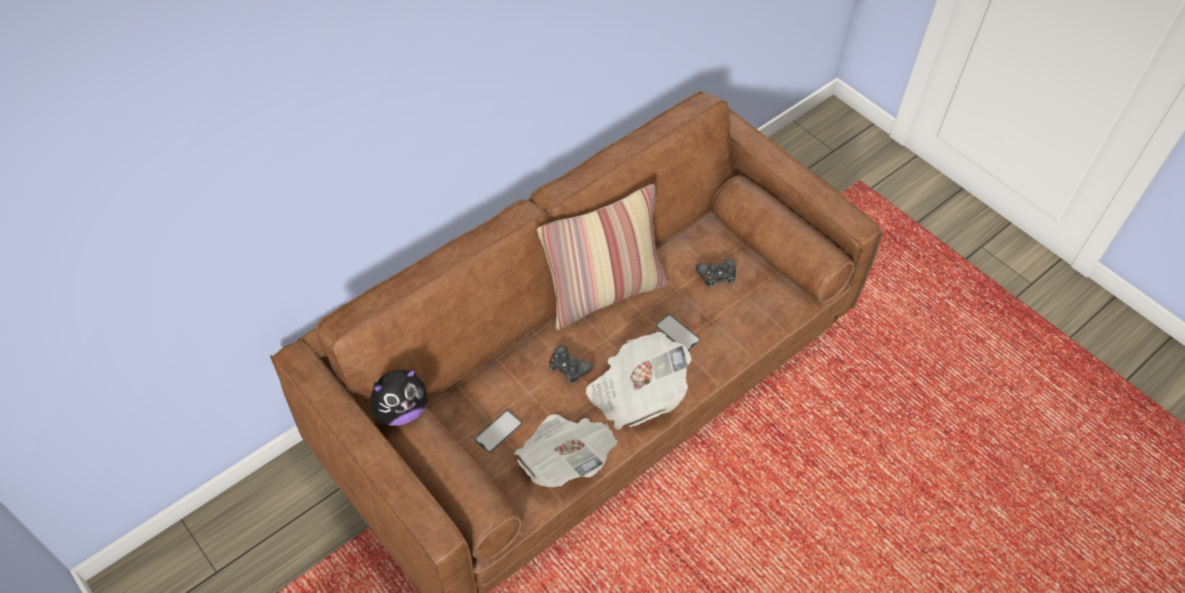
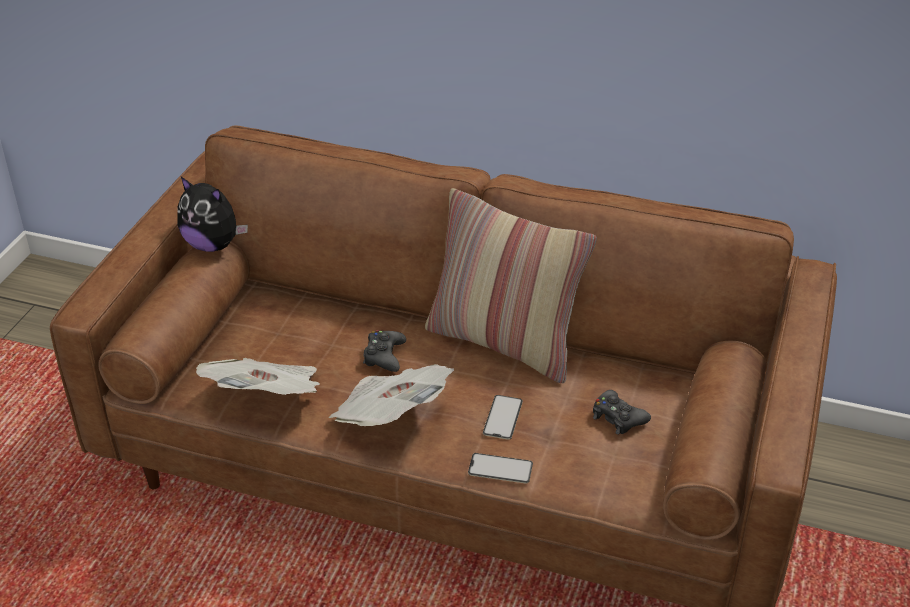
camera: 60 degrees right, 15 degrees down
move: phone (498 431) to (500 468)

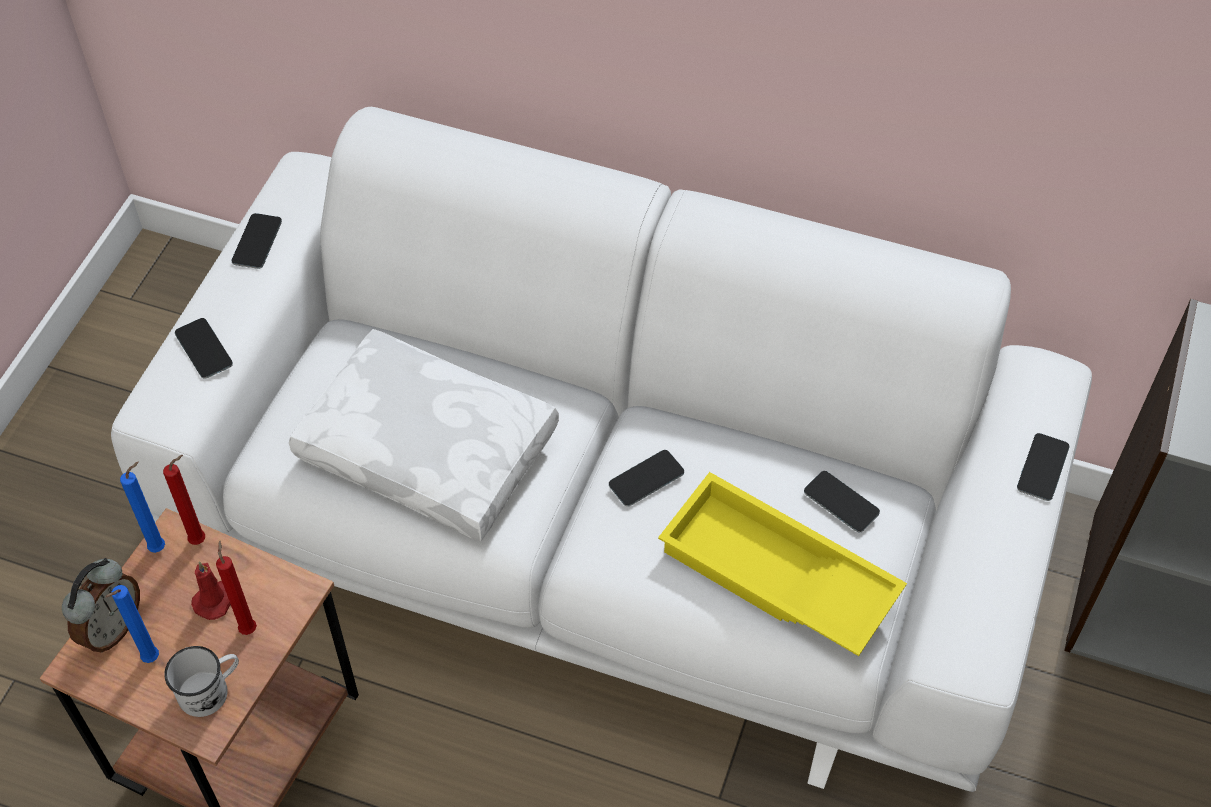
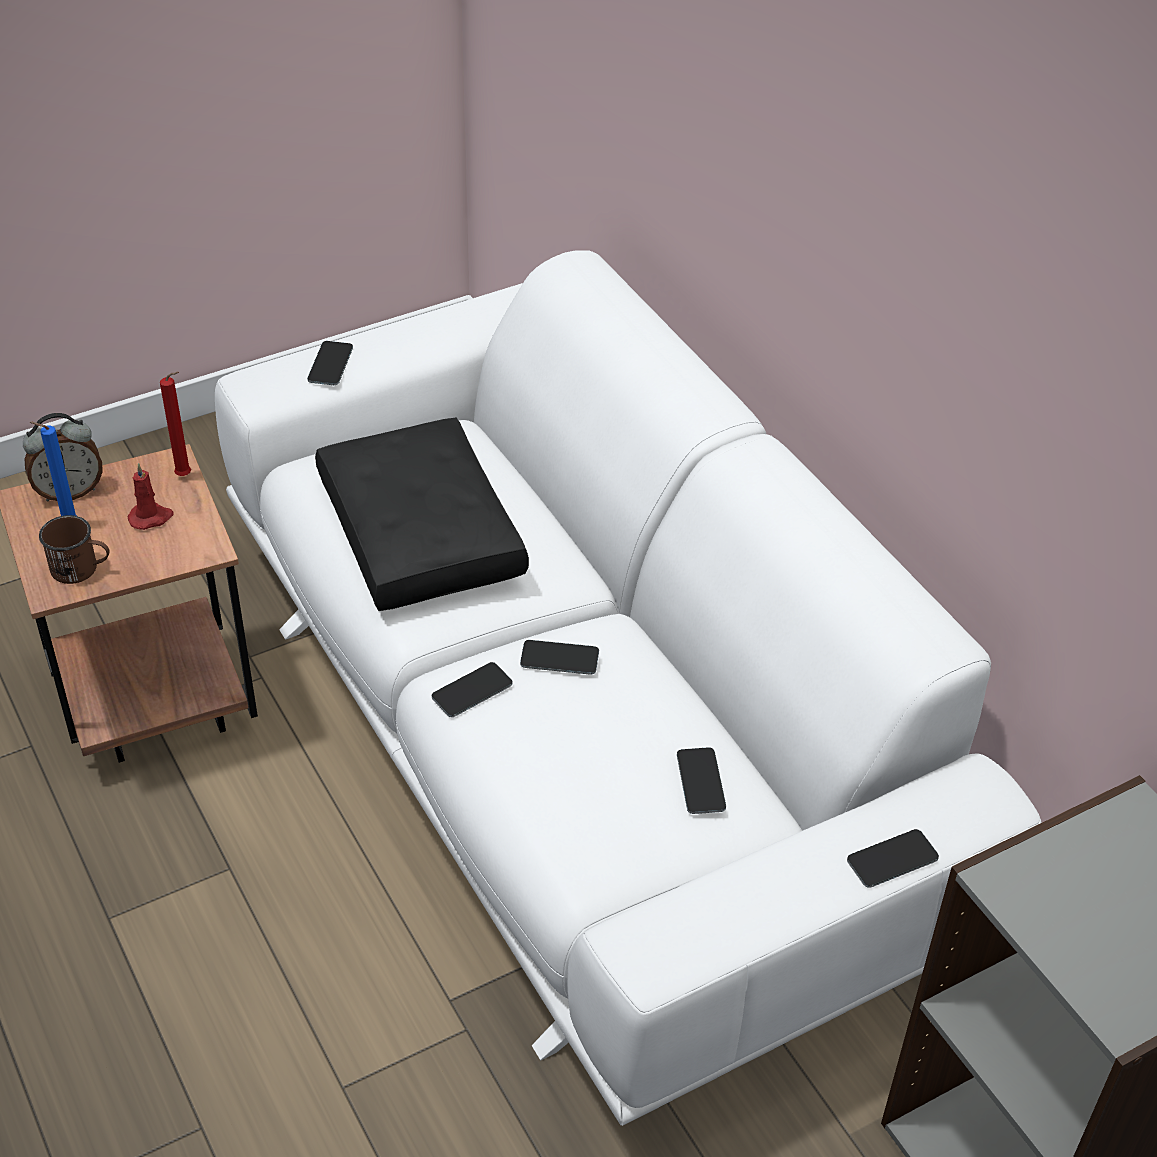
camera: 40 degrees right, 10 degrees down
delete: blue candle (160 547); yellow tray (774 577); red candle (248 627)
move: phone (257 241) to (472 690)
recolor: white pillow (431 447) to black pillow (424 533); white mug (211 690) to brown mug (81 569)

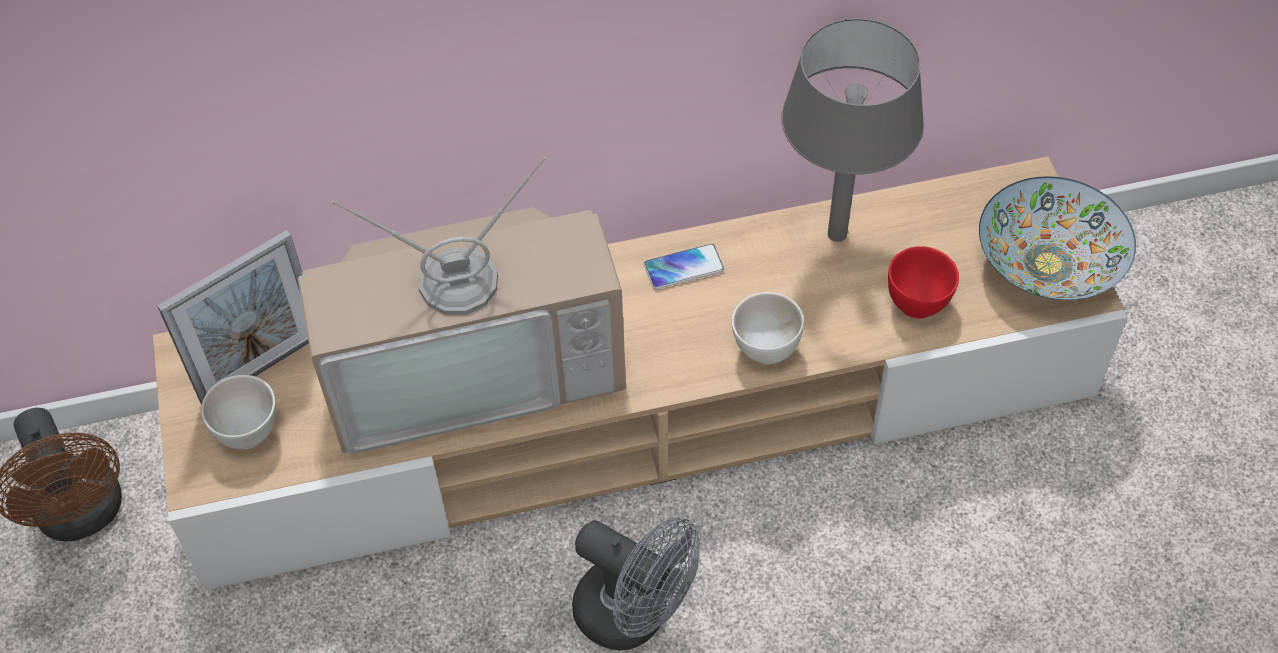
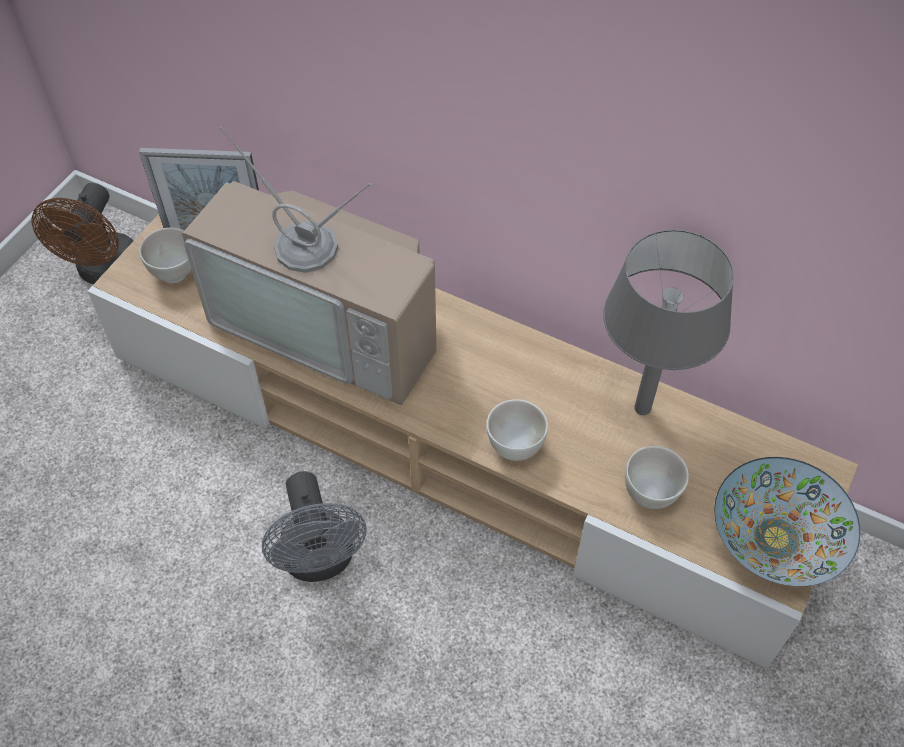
camera: 40 degrees right, 0 degrees up
delete: phone (684 267)
recolor: red bowl (917 303) to white bowl (650 493)

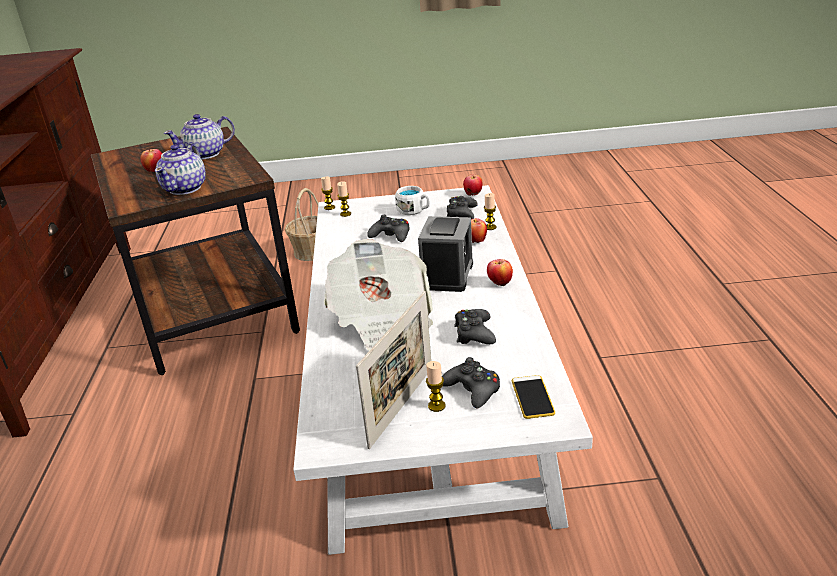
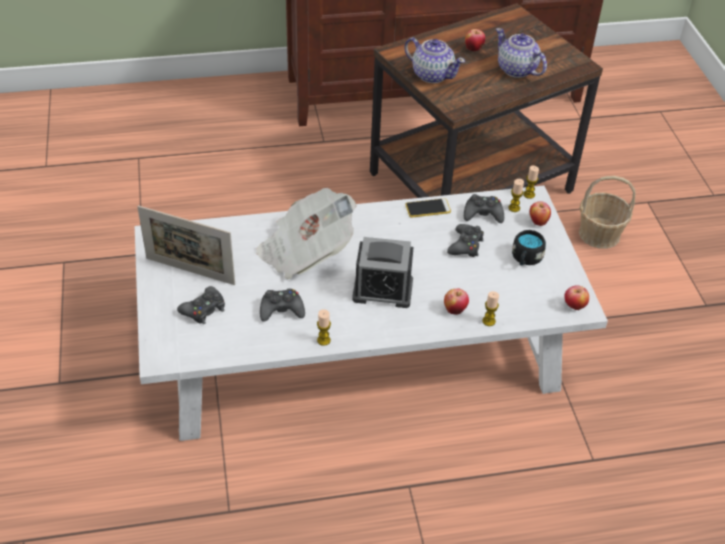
camera: 80 degrees right, 15 degrees up
move: black game controller (461 214) to (483 214); apple (500 284) to (538 222); candle (436 406) to (323 340); phone (532 397) to (428 208)
recolor: white mug (414 211) to black mug (525 259)
rotate: teapot (185 188) = (432 75) 150 degrees counterclockwise

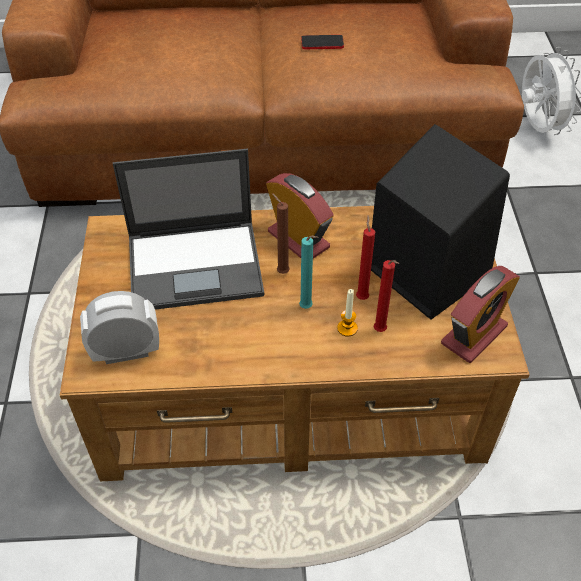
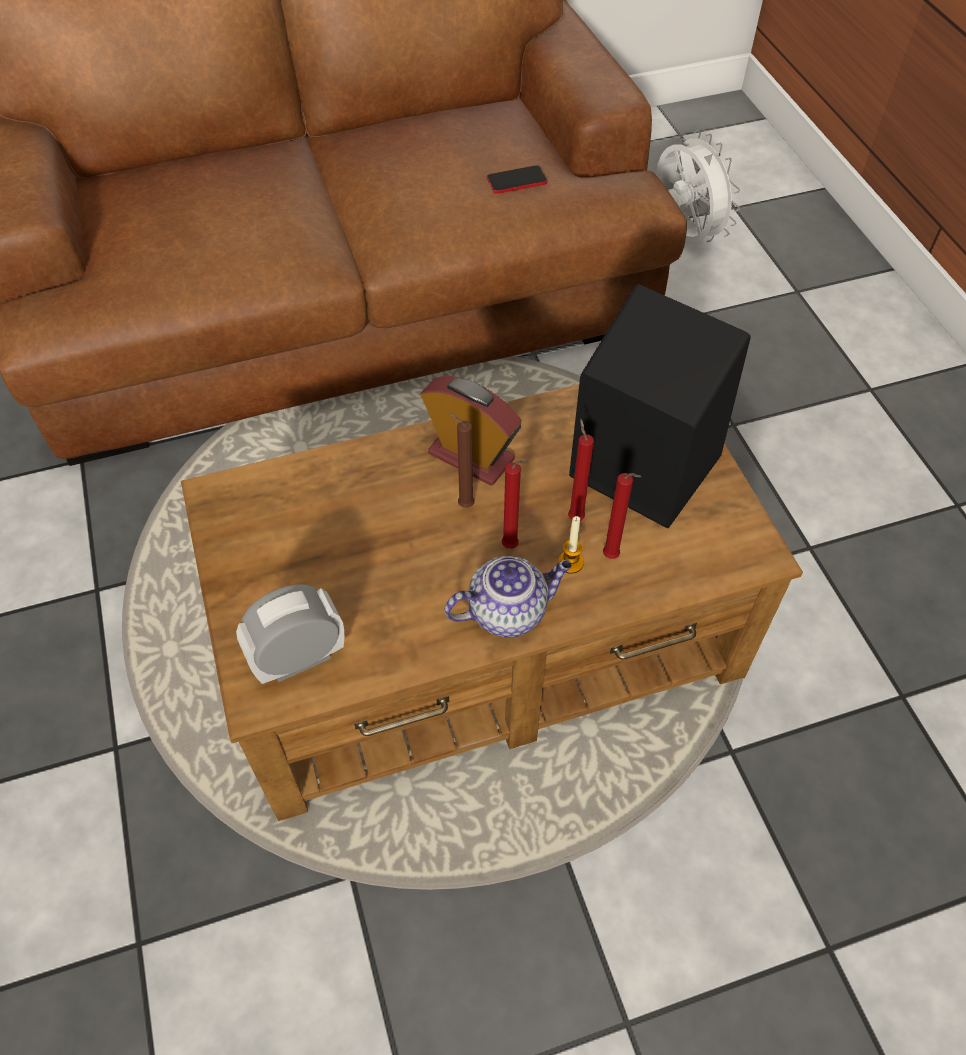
camera: 15 degrees left, 5 degrees up
delete: laptop (196 265); alarm clock (474 335)
insert: teapot (508 611)
move: phone (322 43) to (516 181)
recolor: turquoise candle (307 308) to red candle (512 546)

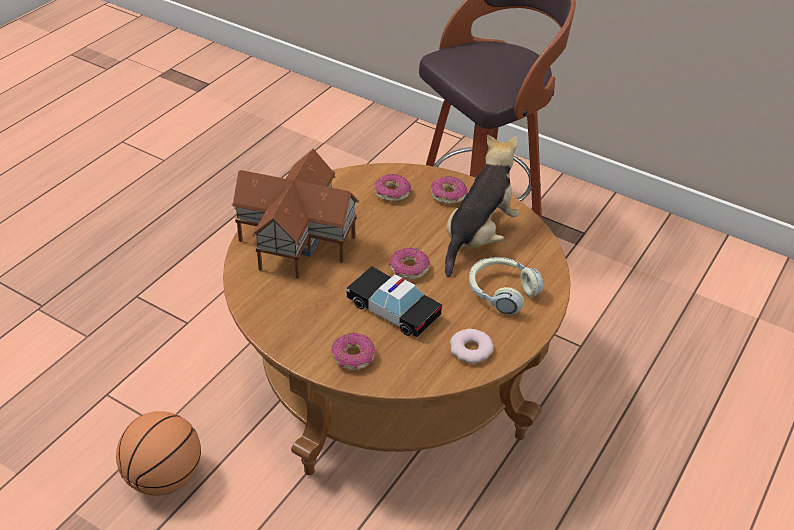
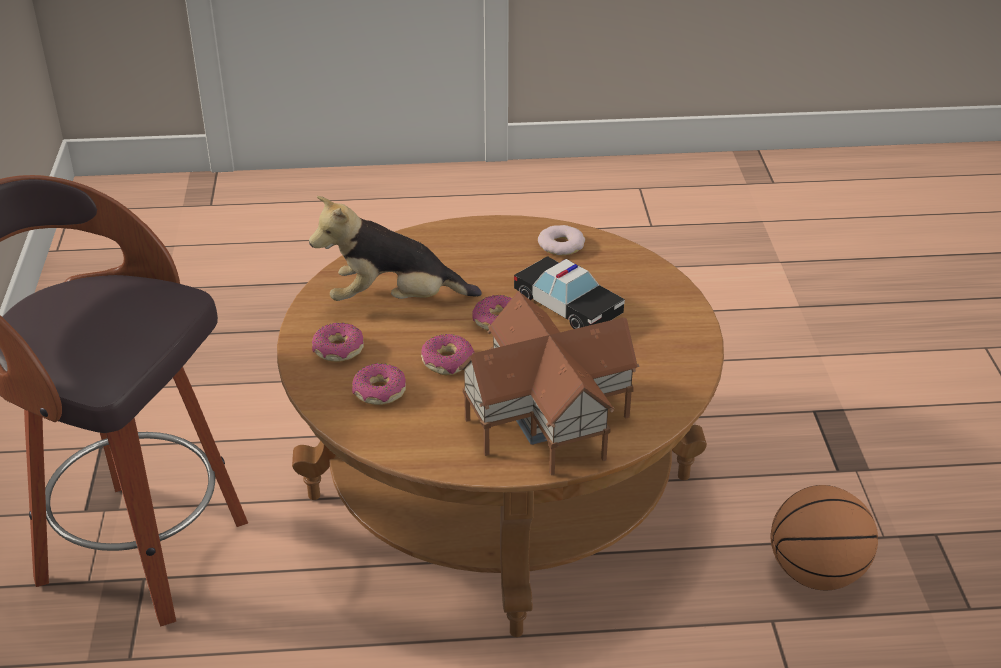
camera: 125 degrees left, 5 degrees down
delete: headphones (501 292)
move: donut (353 357) to (447 361)
rotate: toy car (393 309) = (567 305) 45 degrees counterclockwise

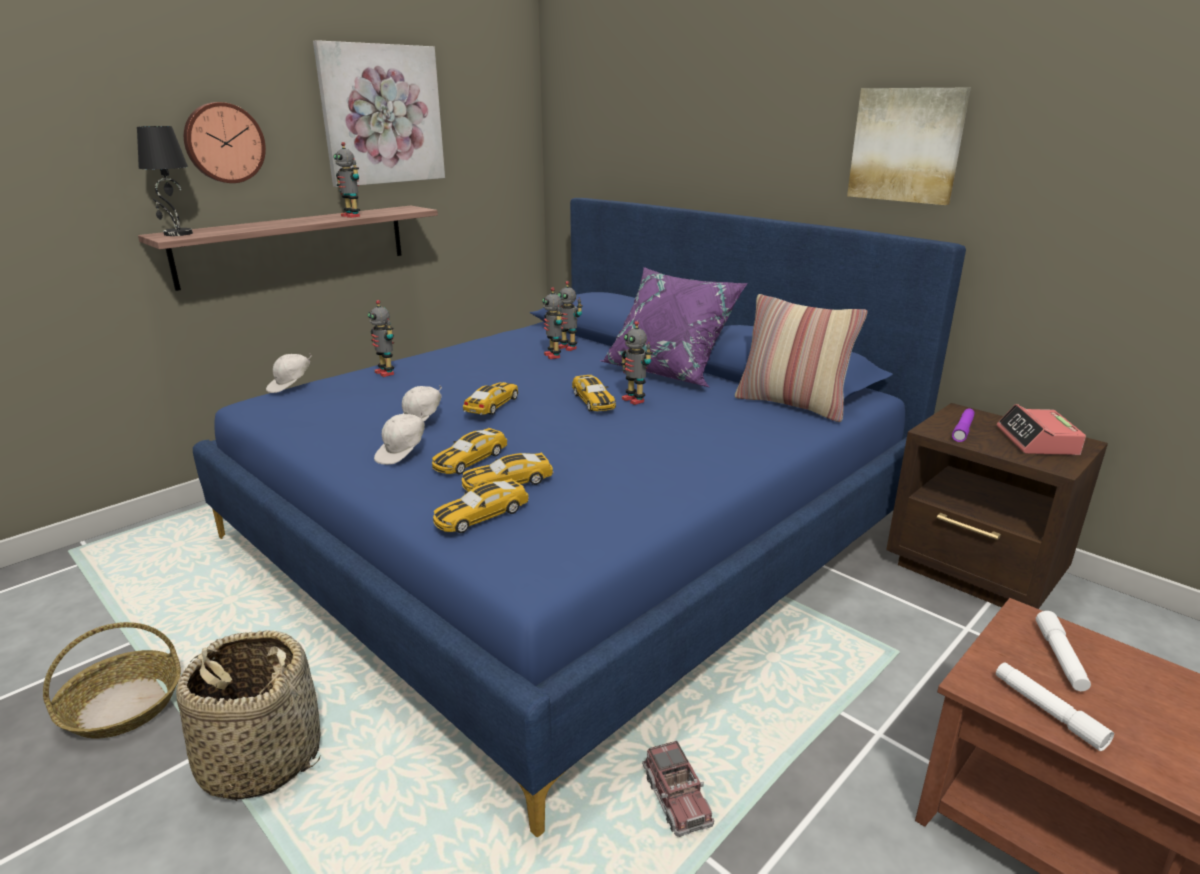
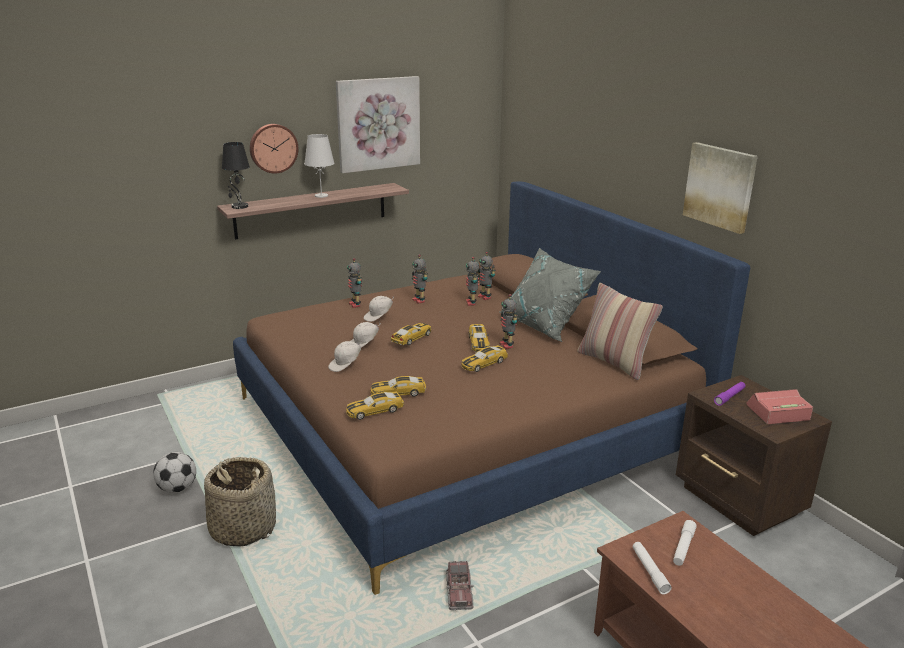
camera: 15 degrees right, 0 degrees up
insert: white table lamp (321 195)
move: toy robot (352 216) to (419 300); white cap (291 386) to (379 317); toy car (470 460) to (483 364)
replace: basket (122 706) to football (177 489)
recolor: blue bed (571 530) to brown bed (464 427); purple pillow (669 371) to grey pillow (545 325)
rotate: alarm clock (1037 441) = (777 413) 60 degrees clockwise

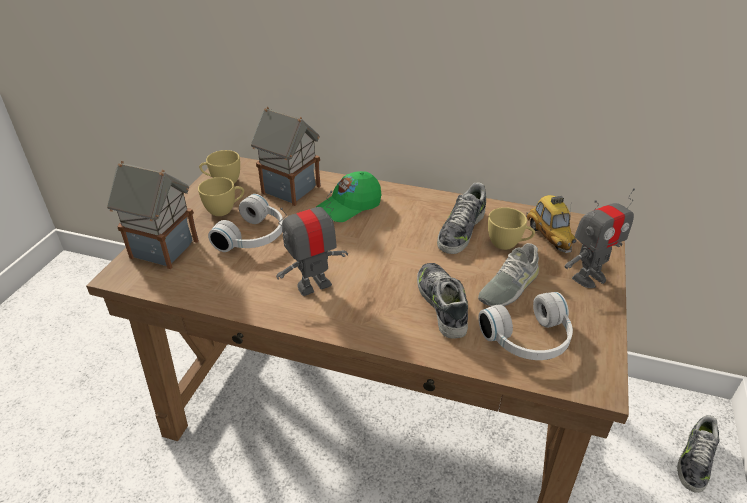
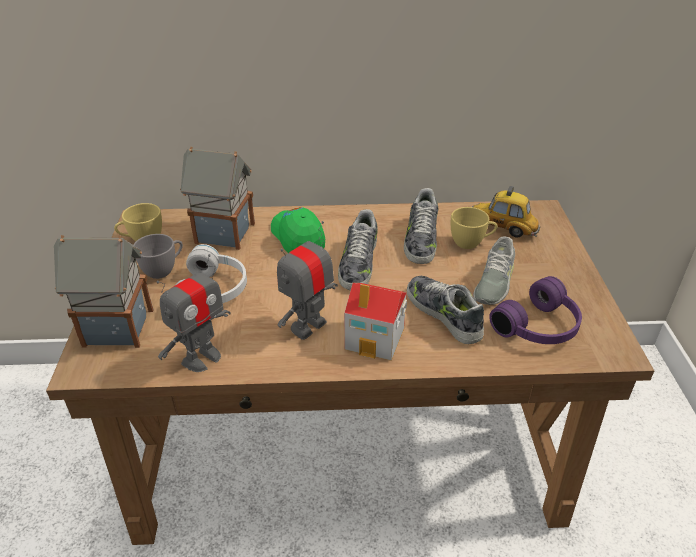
camera: 20 degrees left, 0 degrees up
insert: toy house (375 339)
move: toy robot (589 277) to (201 358); shoe (694 460) to (358 263)
recolor: yellow cup (225 210) to grey cup (163 270); white headphones (529 341) to purple headphones (540 328)
rotate: green cap (349 206) = (298 238) 120 degrees clockwise; toy car (549 237) = (503 228) 150 degrees clockwise

